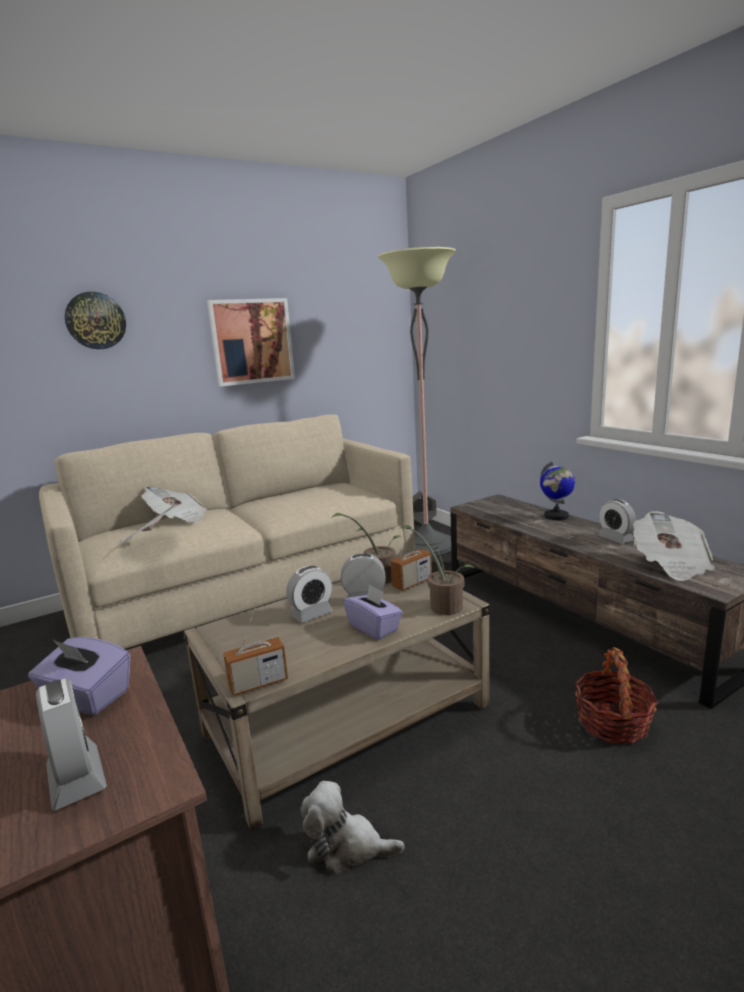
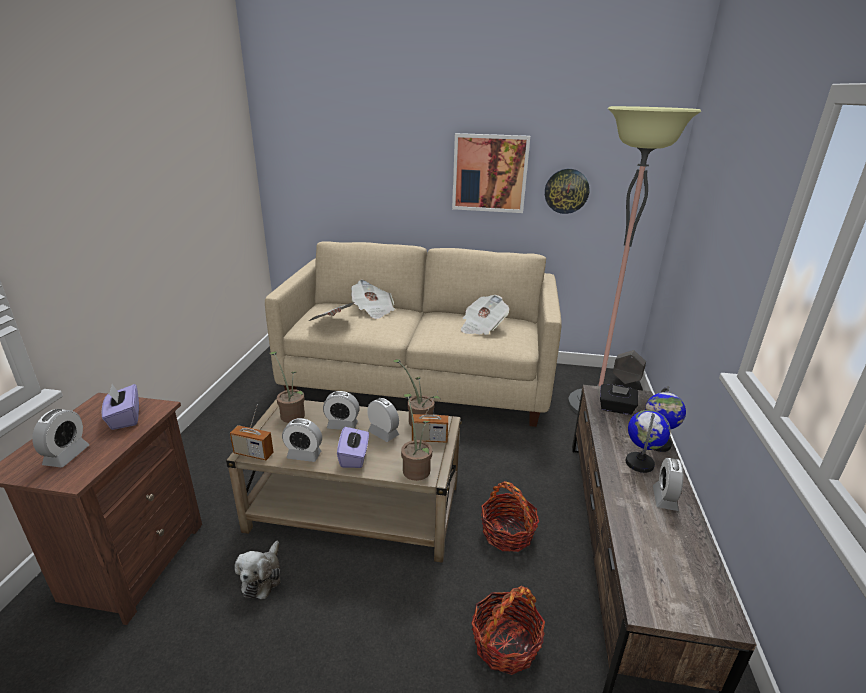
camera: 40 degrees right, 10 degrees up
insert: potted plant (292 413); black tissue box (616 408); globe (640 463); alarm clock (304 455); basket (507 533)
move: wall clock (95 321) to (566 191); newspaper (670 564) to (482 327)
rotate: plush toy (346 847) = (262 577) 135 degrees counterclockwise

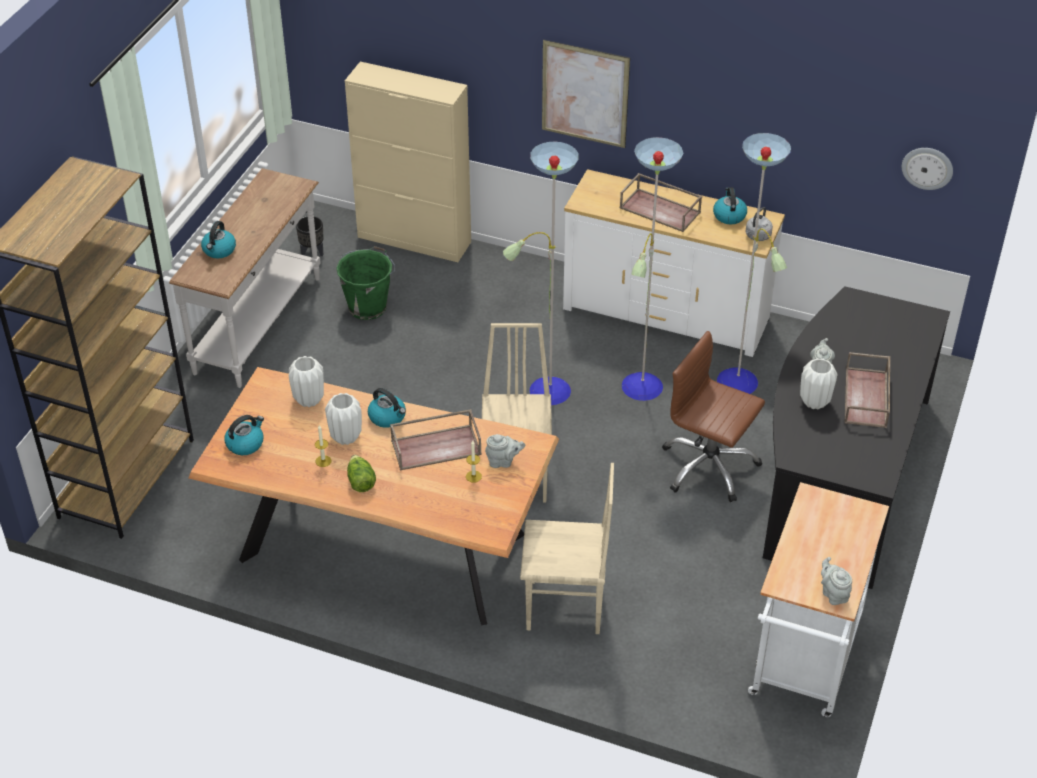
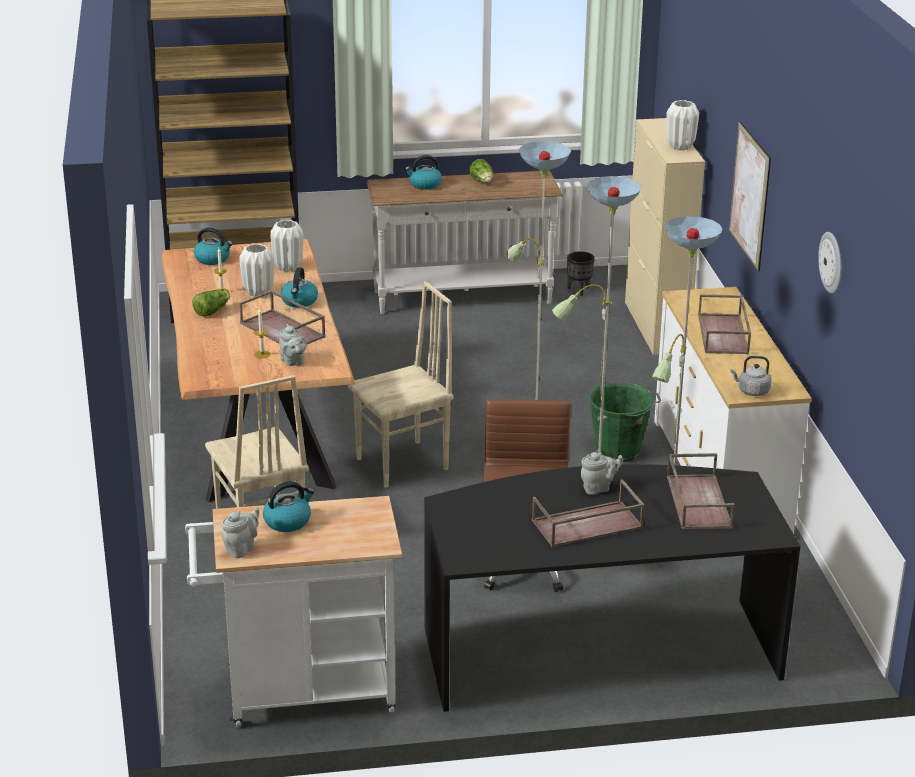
camera: 60 degrees right, 15 degrees down
insert: lettuce (482 182); brown tray (697 501)
move: wall clock (927 167) to (832 262); kettle (729 215) to (288 521); green bucket (368 306) to (620 451); white vase (814 402) to (680 147)

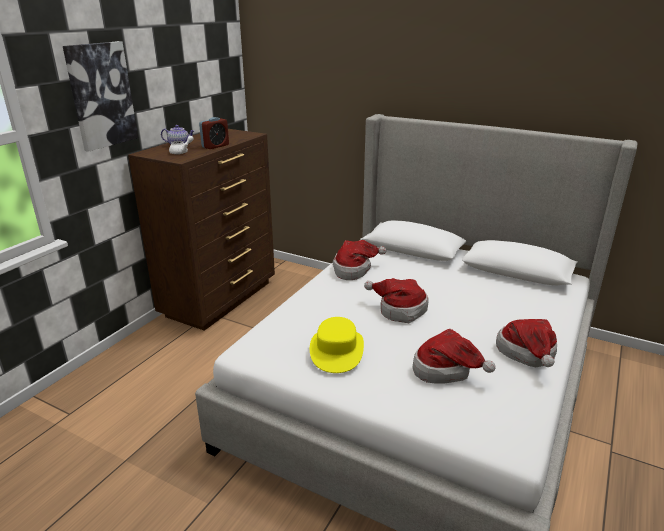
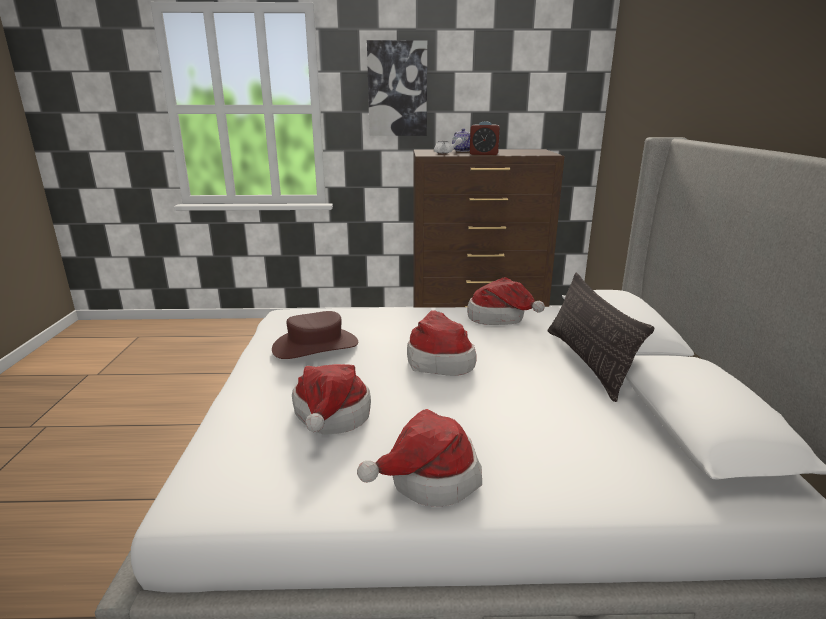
camera: 60 degrees right, 5 degrees down
insert: pillow (587 362)
recolor: yellow hat (336 350) to brown hat (315 346)

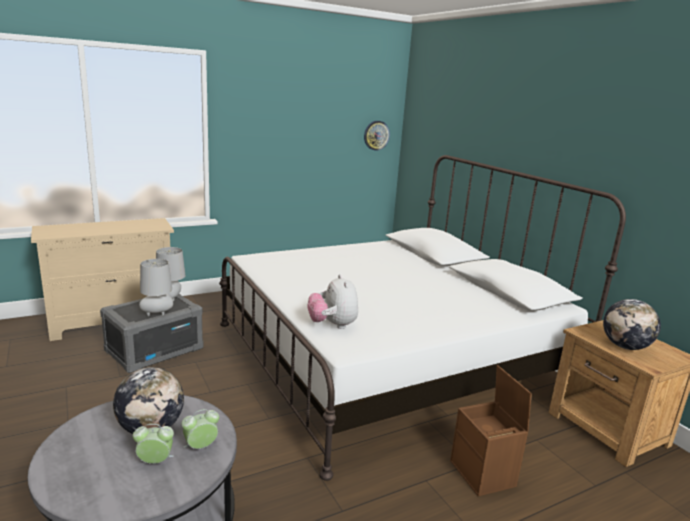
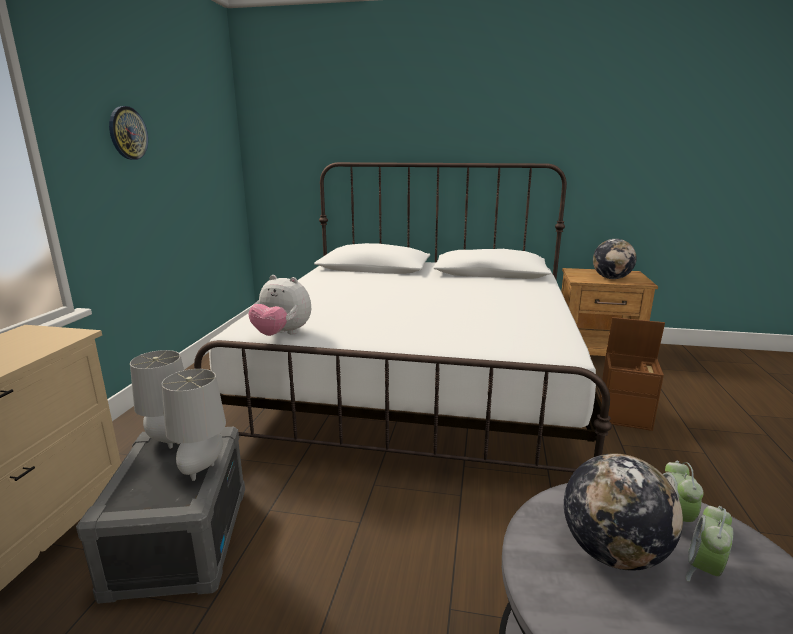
camera: 50 degrees left, 0 degrees up
move: wall clock (376 135) to (127 133); plush toy (332 325) to (282 334)

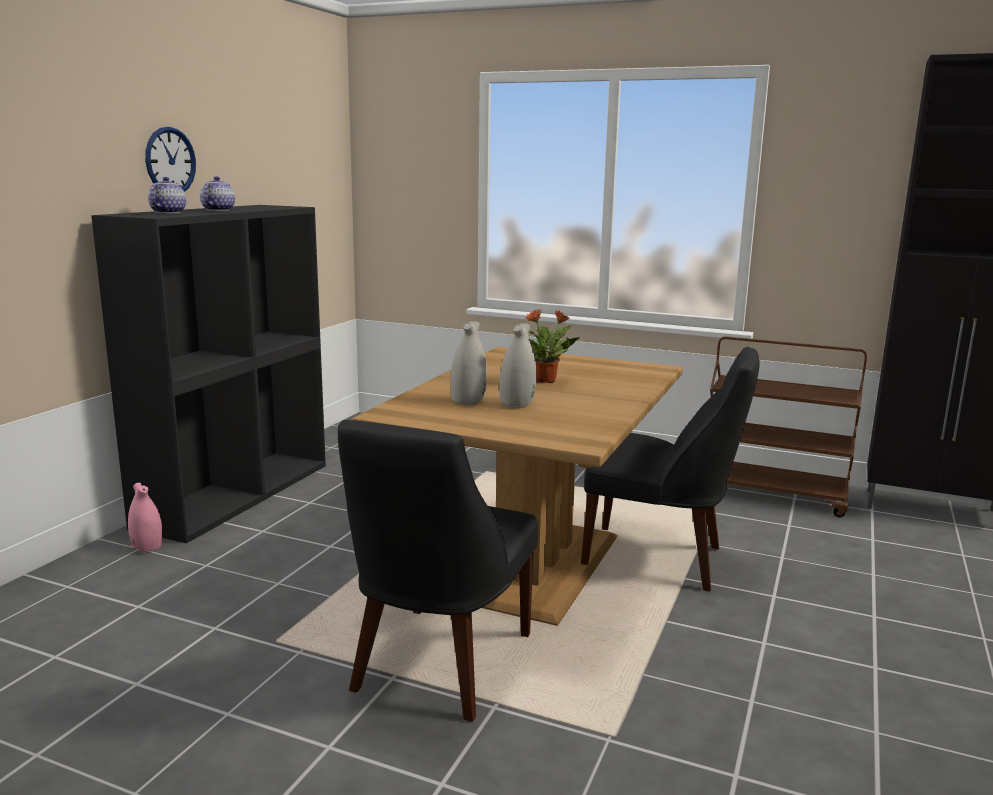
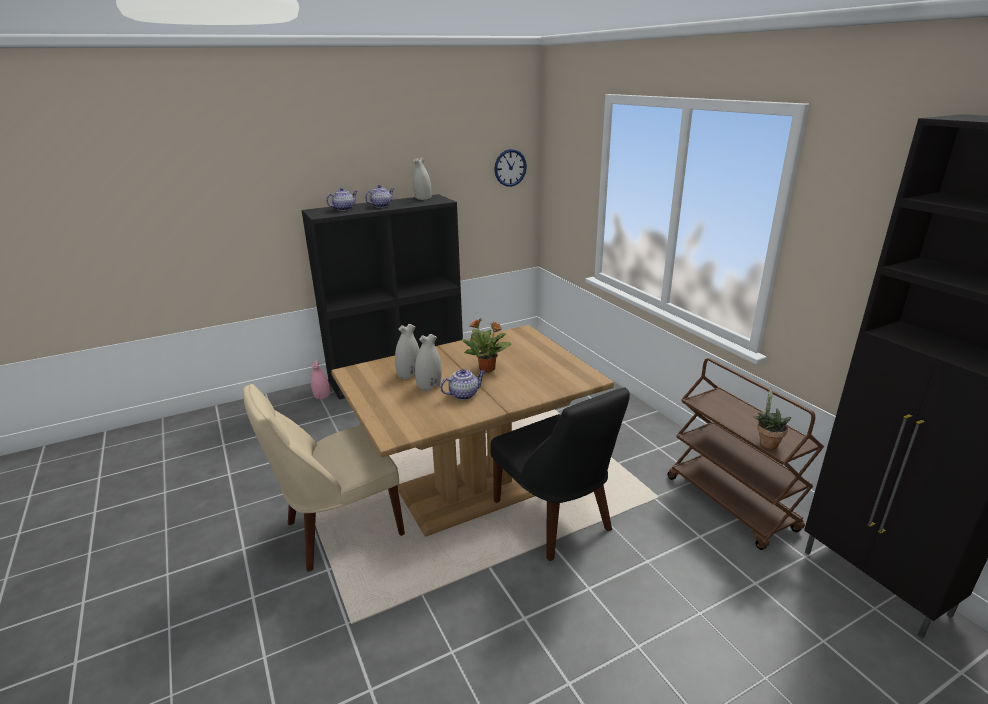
camera: 40 degrees right, 10 degrees up
insert: white vase (422 198); teapot (464 394); potted plant (766 442)
move: wall clock (170 161) to (510 167)
recolor: black chair (438 666) to beige chair (338 530)

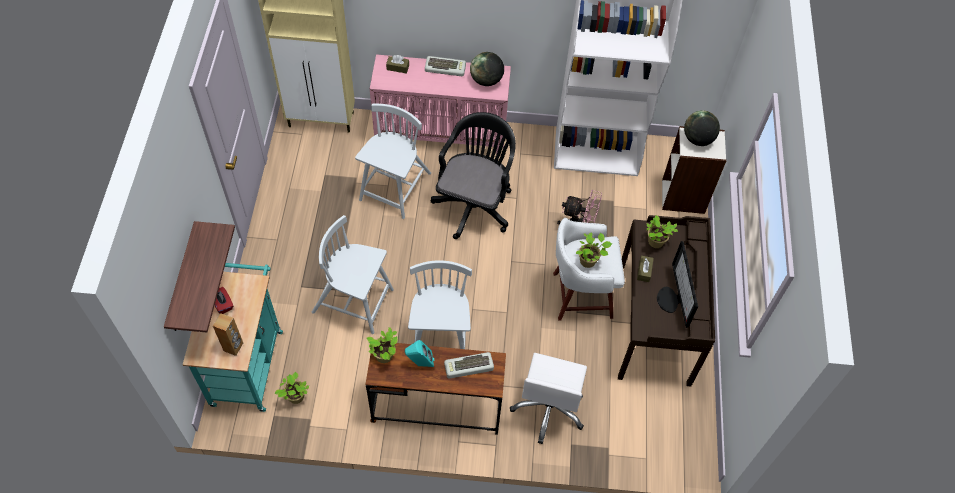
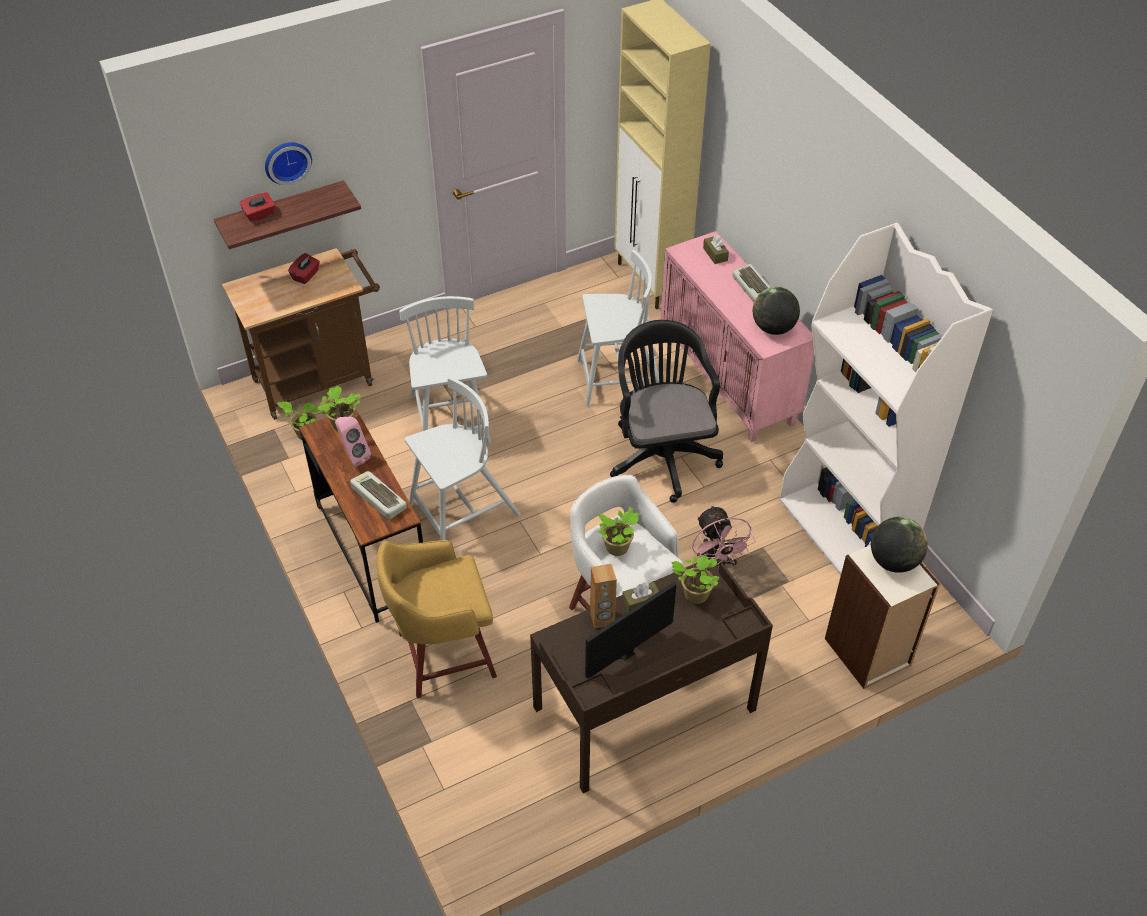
camera: 60 degrees right, 10 degrees down
insert: wall clock (287 161); red tissue box (259 215)
move: brown speaker (233 347) to (602 619)
replace: white office chair (549 408) to yellow stool (443 655)
recolor: turquoise cart (248 362) to brown cart (320 379); turquoise speaker (420 363) to pink speaker (353 456)
rotate: black office chair (475 203) = (661 454) 90 degrees counterclockwise

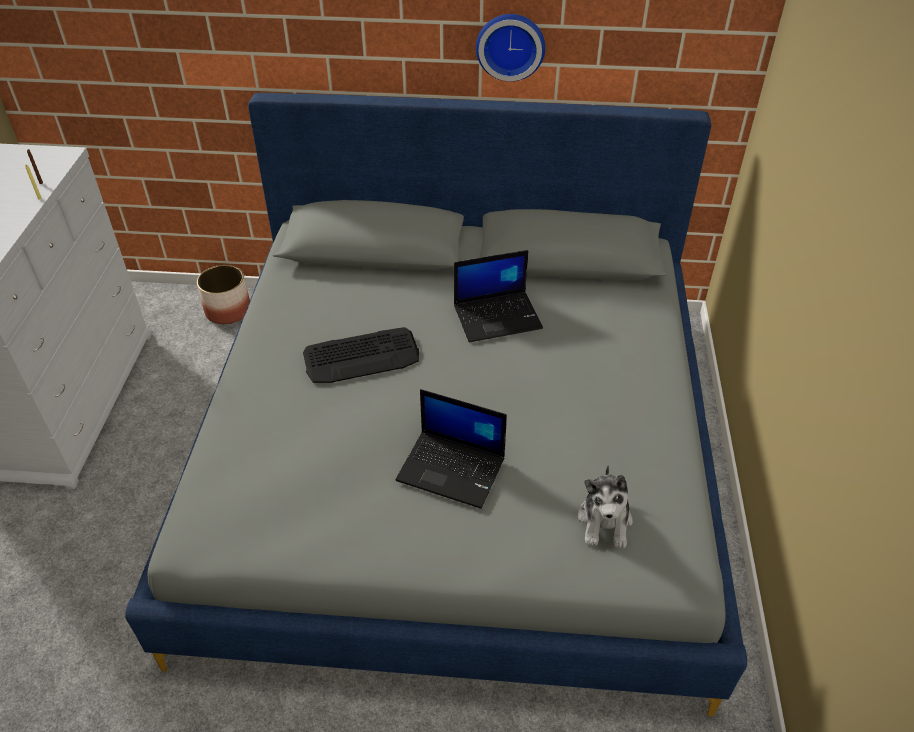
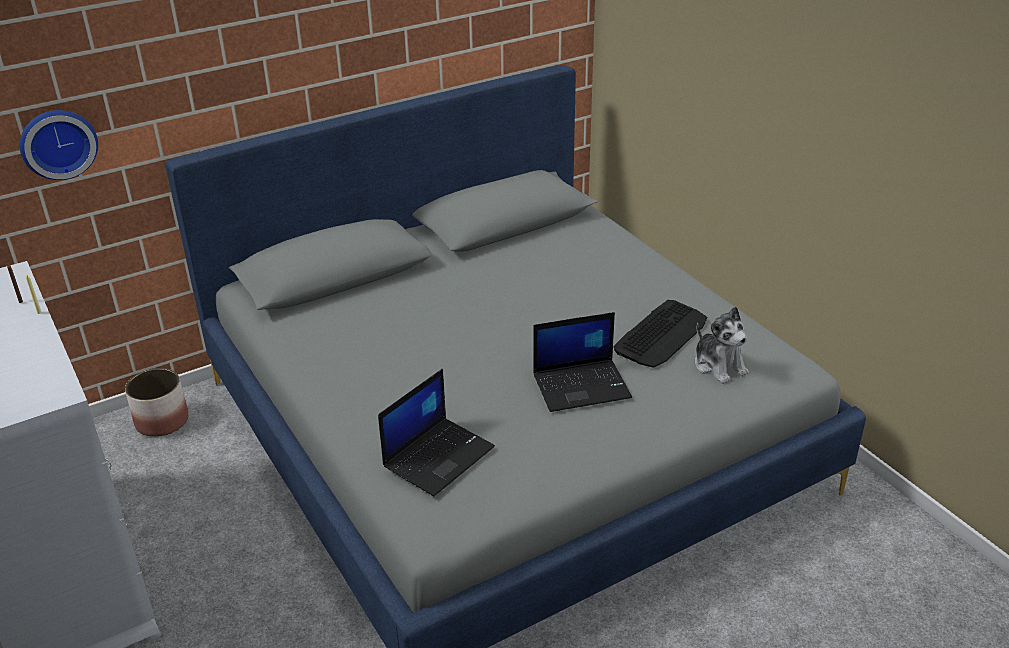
camera: 35 degrees left, 10 degrees down
move: wall clock (510 45) to (58 143); laptop (498 316) to (438 456); keyboard (362 356) to (661 334)

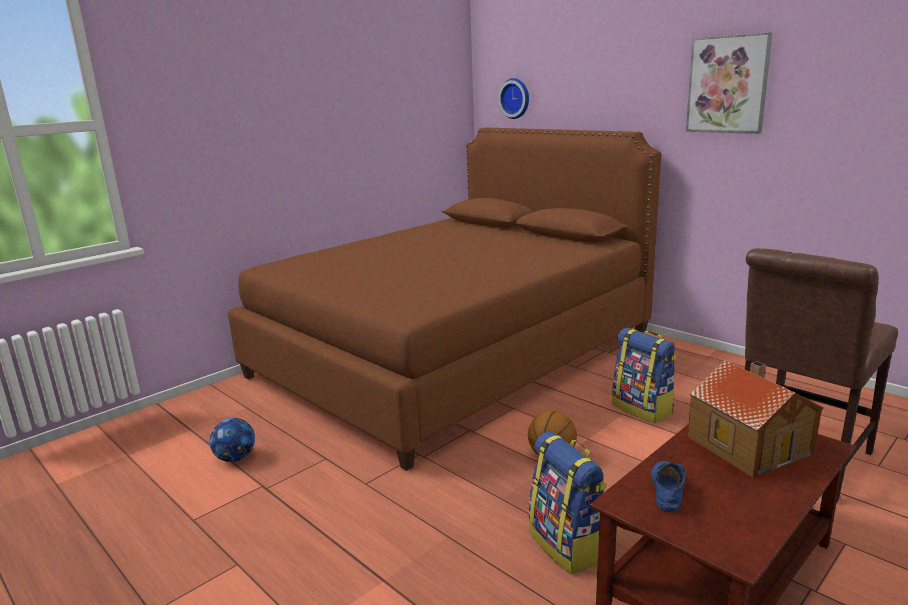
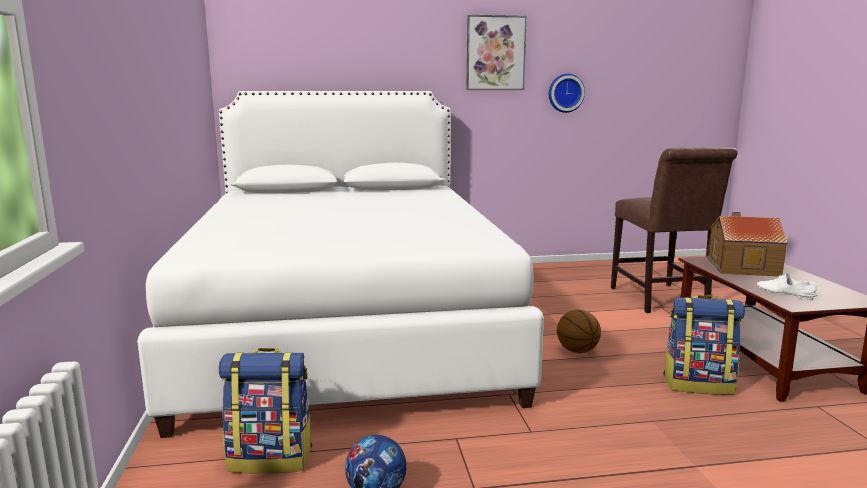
camera: 55 degrees left, 5 degrees down
move: wall clock (516 98) to (565 93); backpack (643 409) to (271 458)
recolor: brown bed (453 355) to white bed (347 327); blue shoe (666 489) to white shoe (784 293)

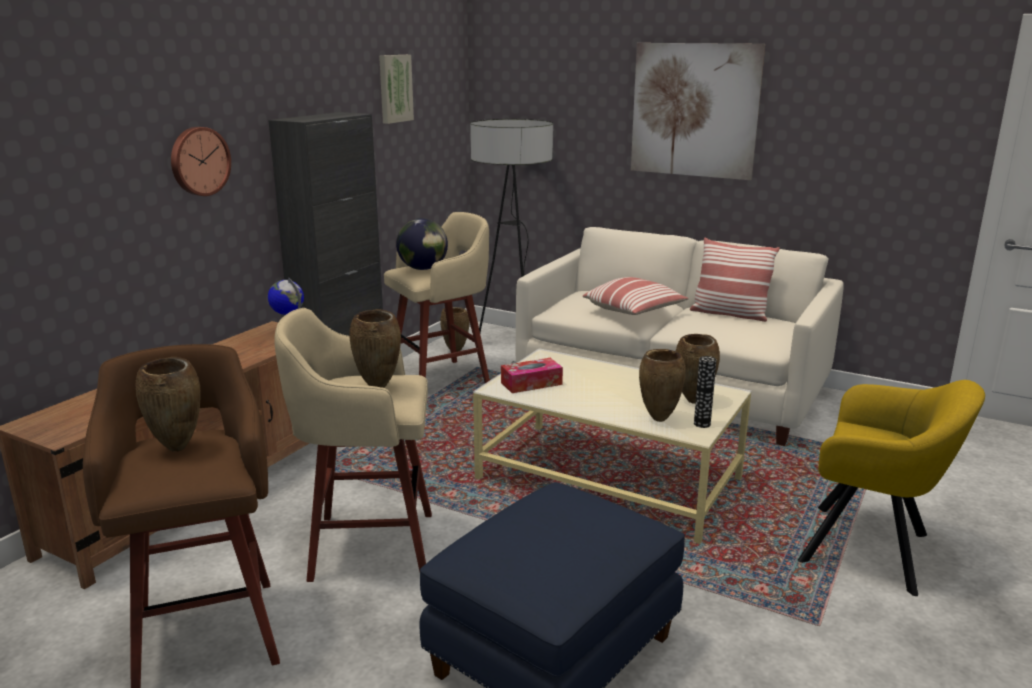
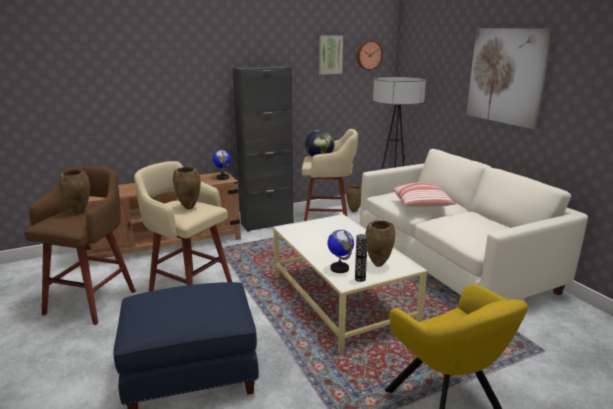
camera: 35 degrees right, 0 degrees up
delete: pillow (729 314); tissue box (531 383)
move: wall clock (199 161) to (368 55)
replace: brown vase (658 419) to globe (339 268)

